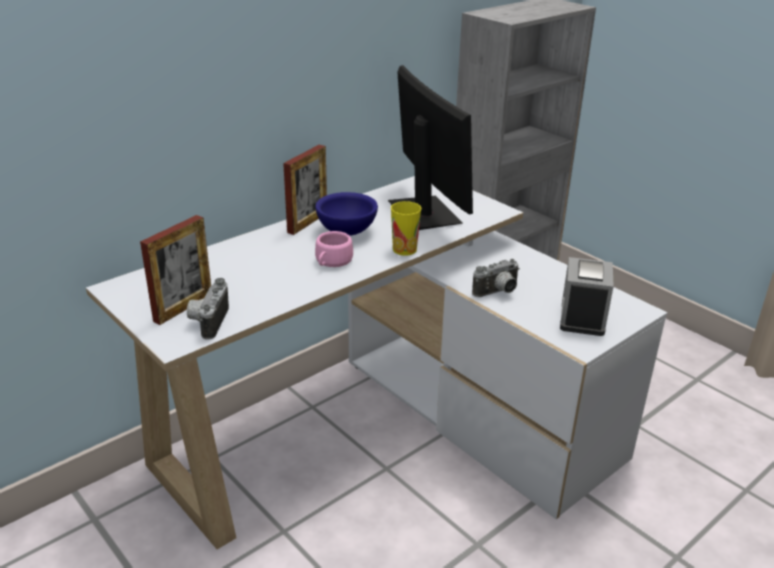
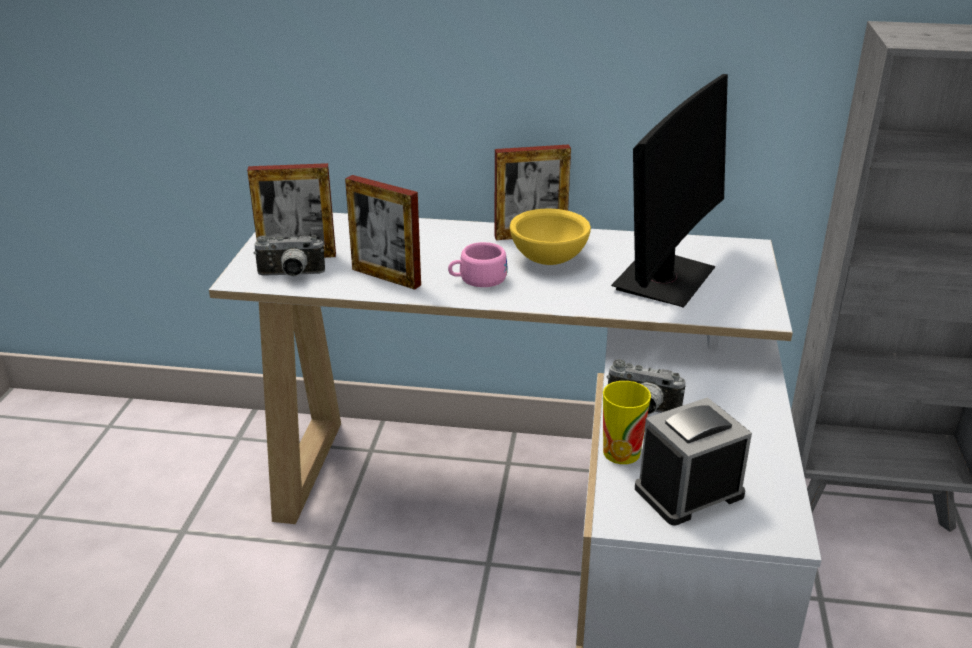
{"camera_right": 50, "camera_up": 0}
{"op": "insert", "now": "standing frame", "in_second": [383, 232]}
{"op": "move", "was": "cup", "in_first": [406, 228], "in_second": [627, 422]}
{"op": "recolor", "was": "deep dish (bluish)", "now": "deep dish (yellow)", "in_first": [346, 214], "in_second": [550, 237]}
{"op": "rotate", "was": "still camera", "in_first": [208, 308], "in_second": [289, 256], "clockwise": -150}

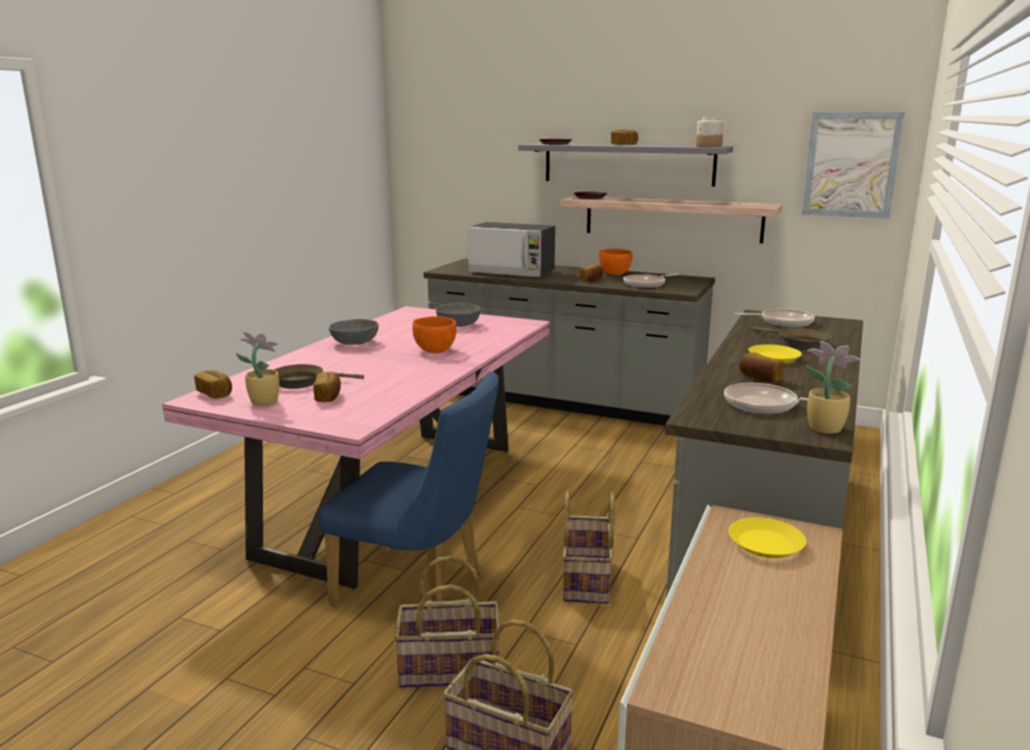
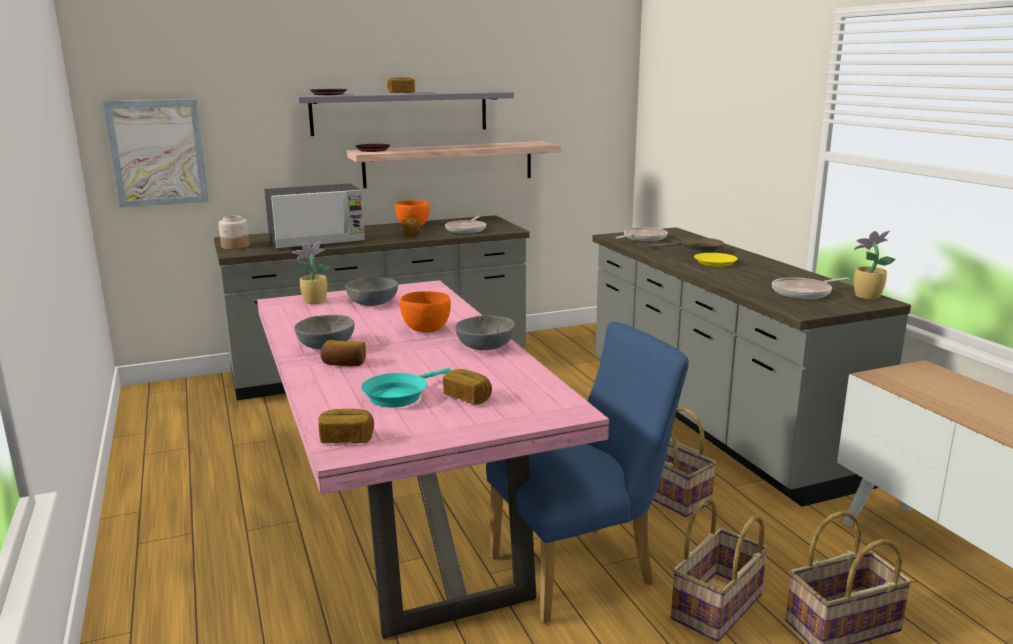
{"camera_right": -45, "camera_up": 0}
{"op": "delete", "was": "flat dish (yellow)", "in_first": [767, 538]}
{"op": "insert", "now": "deep dish (gray)", "in_second": [485, 332]}
{"op": "move", "was": "plant in a pot", "in_first": [257, 369], "in_second": [311, 273]}
{"op": "move", "was": "preserve jar", "in_first": [710, 132], "in_second": [234, 232]}
{"op": "move", "was": "bakery bread", "in_first": [762, 367], "in_second": [343, 353]}
{"op": "move", "was": "wall art", "in_first": [853, 165], "in_second": [156, 153]}
{"op": "recolor", "was": "skillet (brown)", "now": "skillet (turquoise)", "in_first": [319, 376], "in_second": [406, 387]}

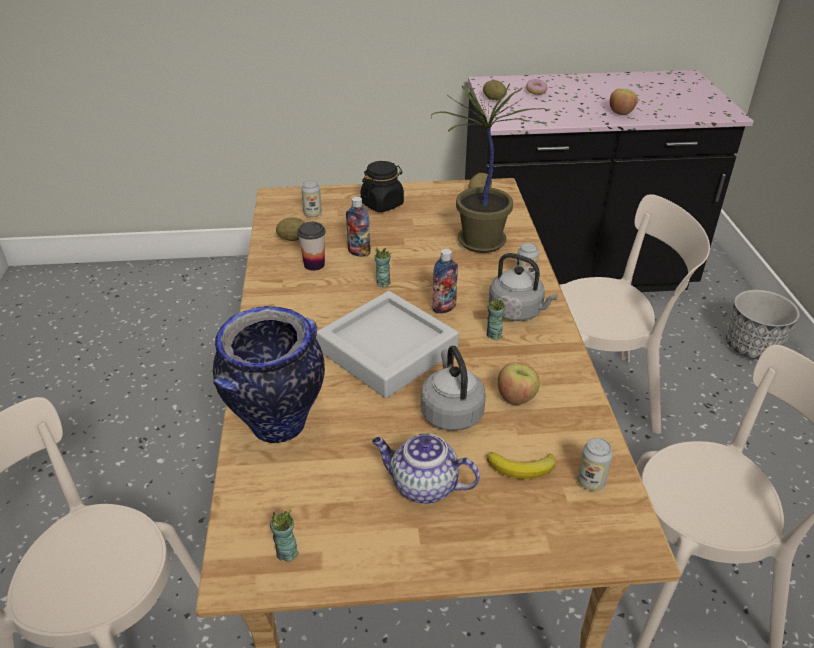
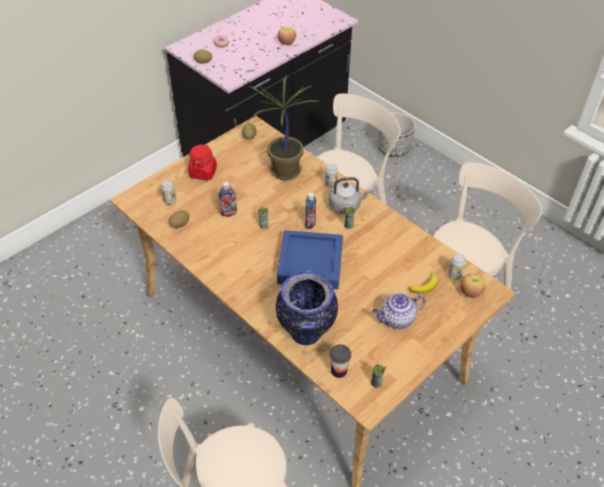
{"camera_right": -40, "camera_up": 10}
{"op": "delete", "was": "water kettle (gray)", "in_first": [453, 388]}
{"op": "move", "was": "cup", "in_first": [311, 246], "in_second": [340, 361]}
{"op": "move", "was": "whole apple", "in_first": [519, 383], "in_second": [473, 286]}
{"op": "recolor", "was": "serving tray (gray)", "now": "serving tray (bluish)", "in_first": [387, 344], "in_second": [310, 259]}
{"op": "recolor", "was": "preserve jar (black-coloured)", "now": "preserve jar (red)", "in_first": [382, 186], "in_second": [202, 162]}

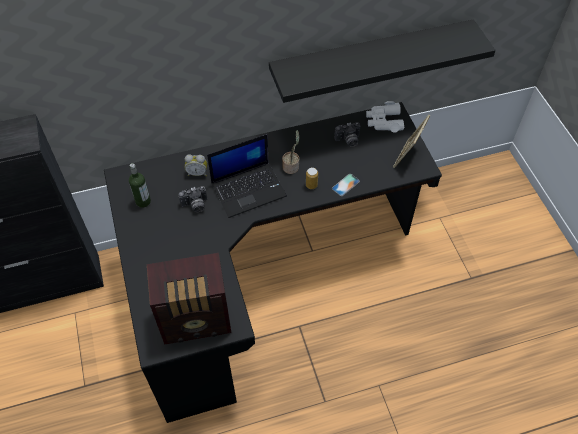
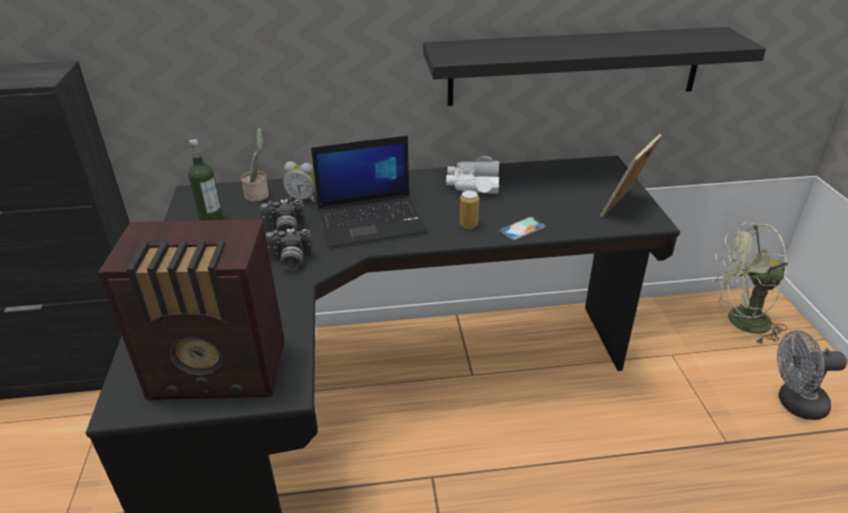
{"camera_right": 10, "camera_up": -20}
{"op": "insert", "now": "cooling fan (greenish)", "in_second": [750, 283]}
{"op": "insert", "now": "cooling fan (gray)", "in_second": [812, 375]}
{"op": "move", "was": "plant in a pot", "in_first": [290, 152], "in_second": [255, 165]}
{"op": "move", "was": "still camera", "in_first": [347, 134], "in_second": [289, 249]}
{"op": "move", "was": "field glasses (white)", "in_first": [385, 116], "in_second": [472, 175]}

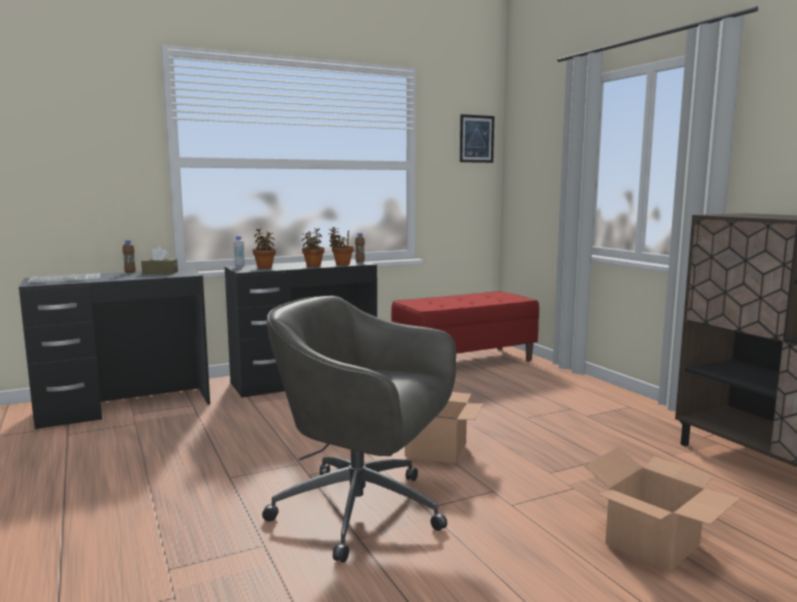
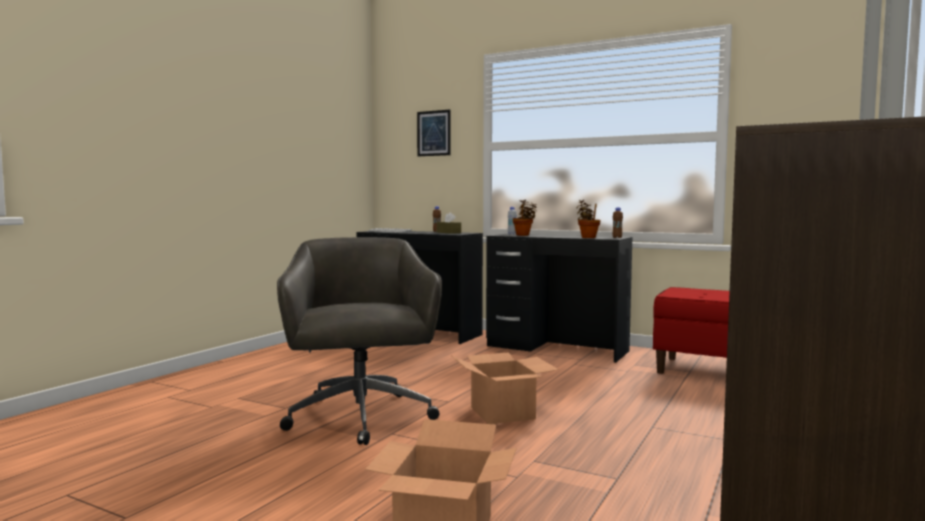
{"camera_right": 55, "camera_up": -5}
{"op": "delete", "was": "plant in a pot", "in_first": [312, 247]}
{"op": "move", "was": "wall art", "in_first": [477, 138], "in_second": [434, 133]}

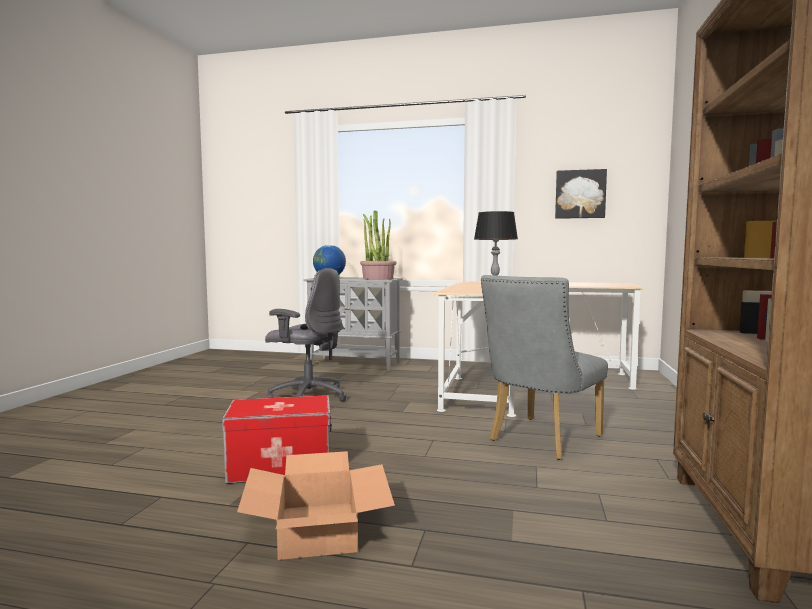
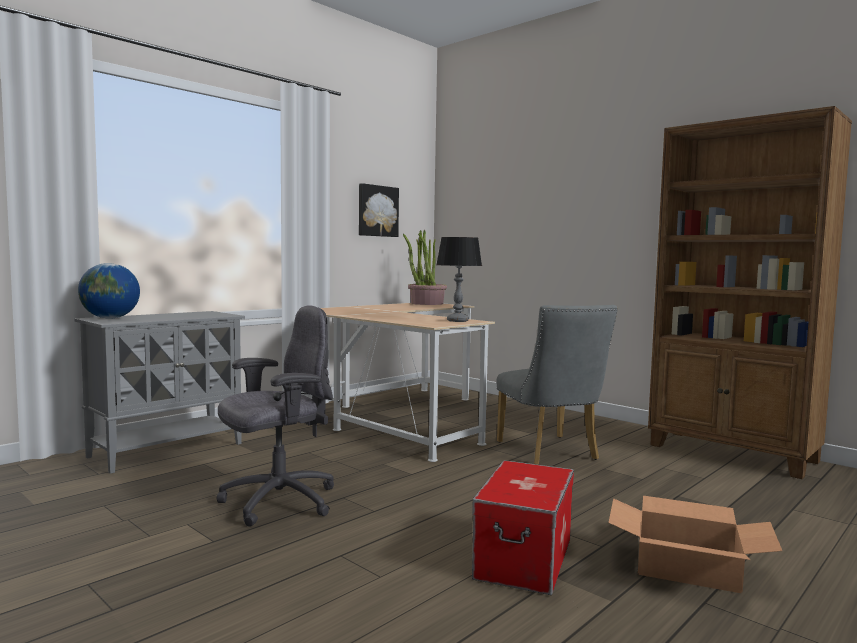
{"camera_right": -60, "camera_up": 0}
{"op": "move", "was": "plant in a pot", "in_first": [378, 245], "in_second": [425, 267]}

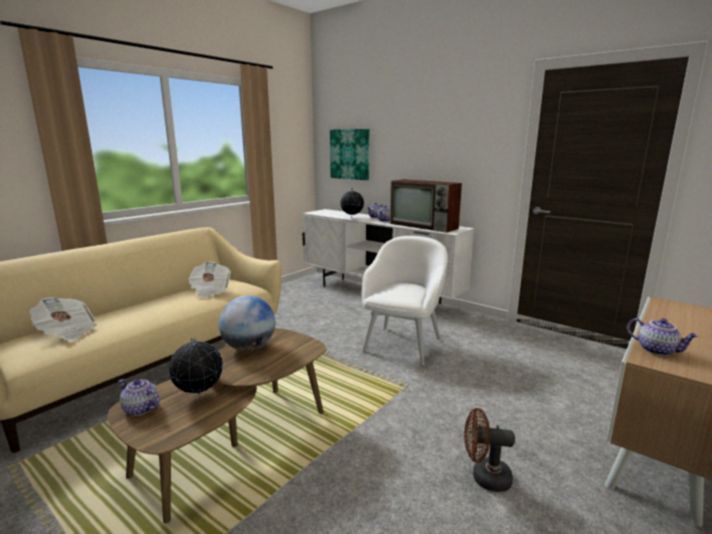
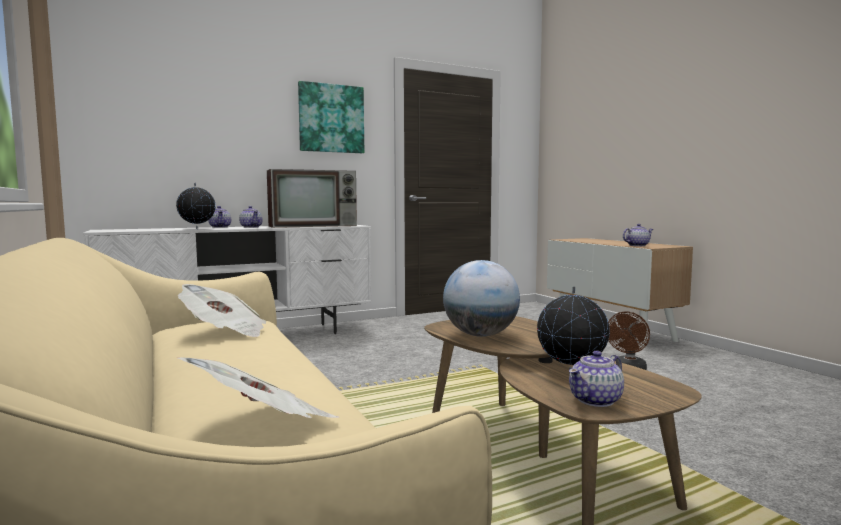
{"camera_right": -65, "camera_up": -10}
{"op": "delete", "was": "armchair (white)", "in_first": [405, 300]}
{"op": "move", "was": "wall art", "in_first": [349, 154], "in_second": [331, 117]}

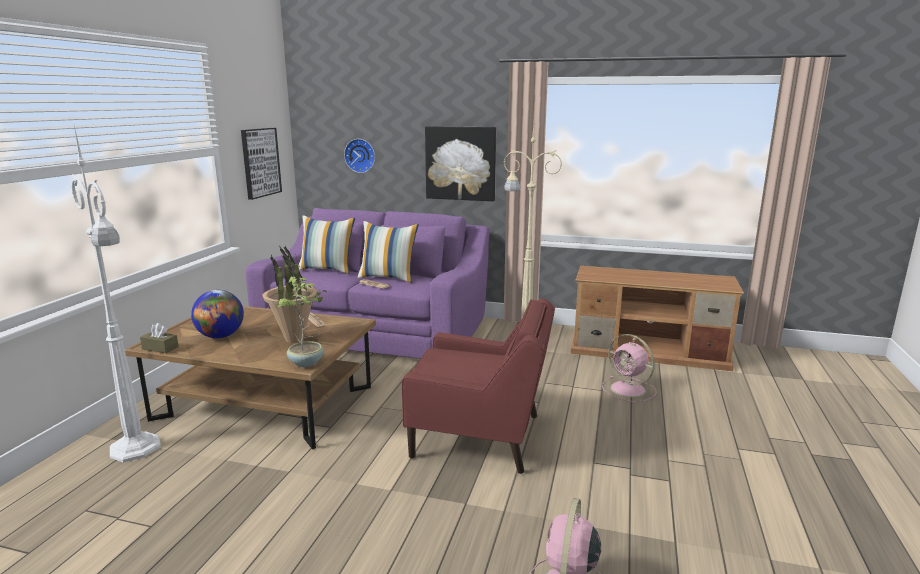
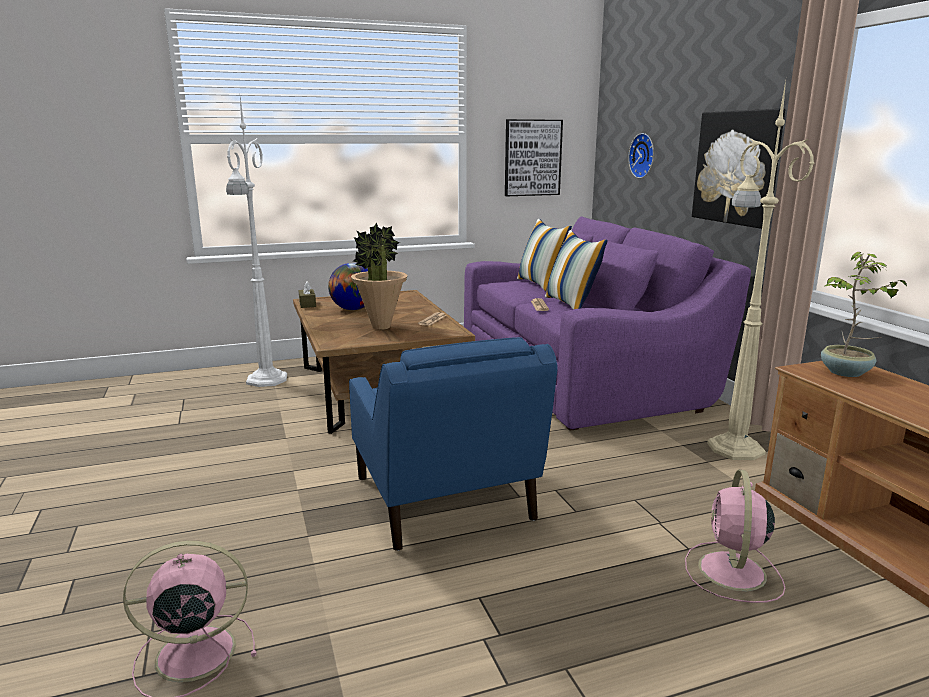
{"camera_right": 55, "camera_up": 0}
{"op": "move", "was": "plant in a pot", "in_first": [302, 322], "in_second": [864, 314]}
{"op": "recolor", "was": "armchair (red)", "now": "armchair (bluish)", "in_first": [478, 386], "in_second": [453, 444]}

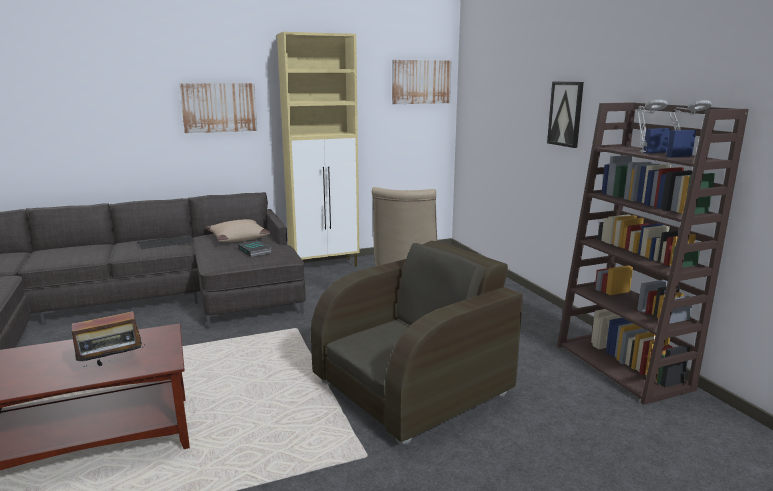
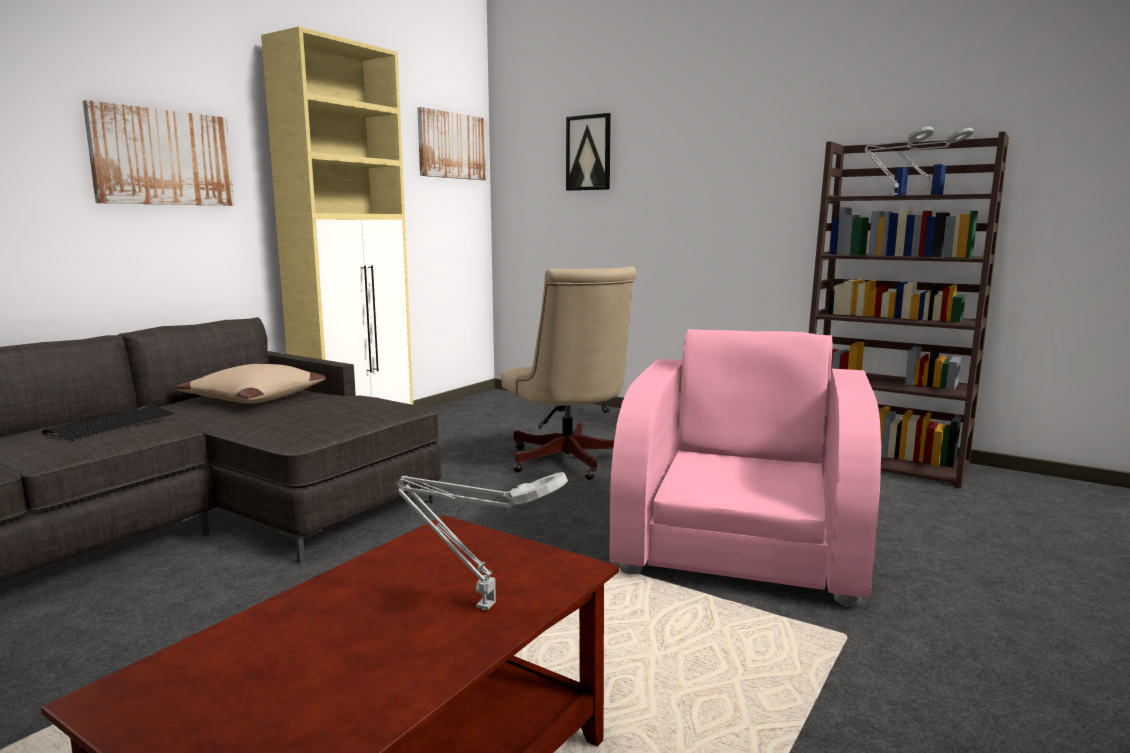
{"camera_right": -35, "camera_up": -5}
{"op": "delete", "was": "book", "in_first": [254, 249]}
{"op": "move", "was": "wall art", "in_first": [565, 115], "in_second": [588, 152]}
{"op": "replace", "was": "radio receiver", "now": "tabletop lamp (gray)", "in_first": [108, 340], "in_second": [482, 541]}
{"op": "recolor", "was": "armchair (brown)", "now": "armchair (pinkish)", "in_first": [417, 342], "in_second": [745, 468]}

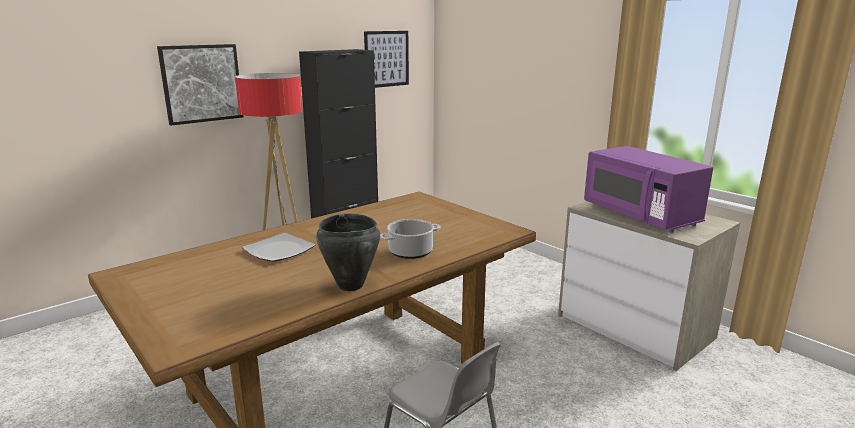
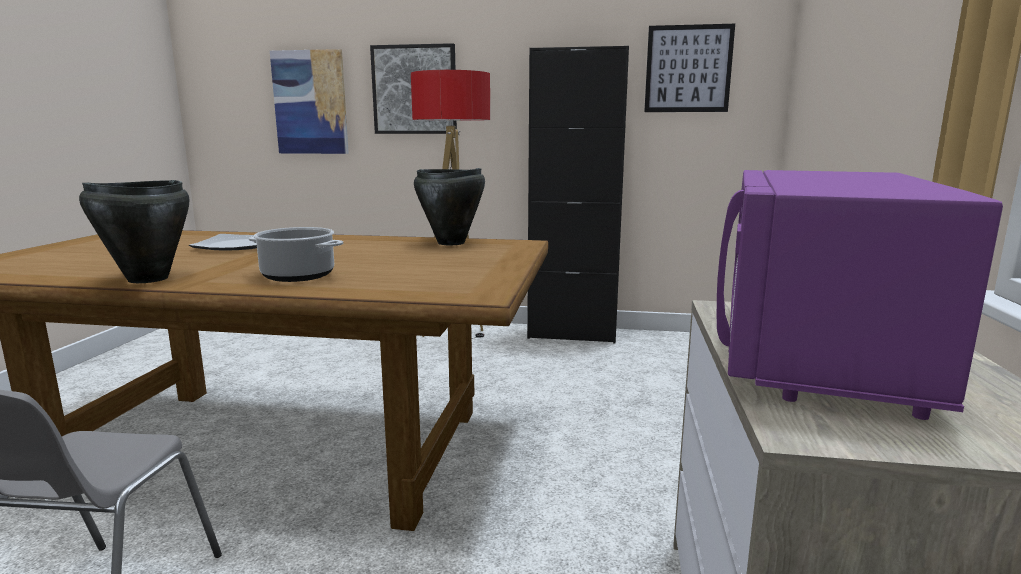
{"camera_right": 50, "camera_up": -5}
{"op": "insert", "now": "wall art", "in_second": [309, 101]}
{"op": "insert", "now": "cooking pot (black-coloured)", "in_second": [449, 206]}

